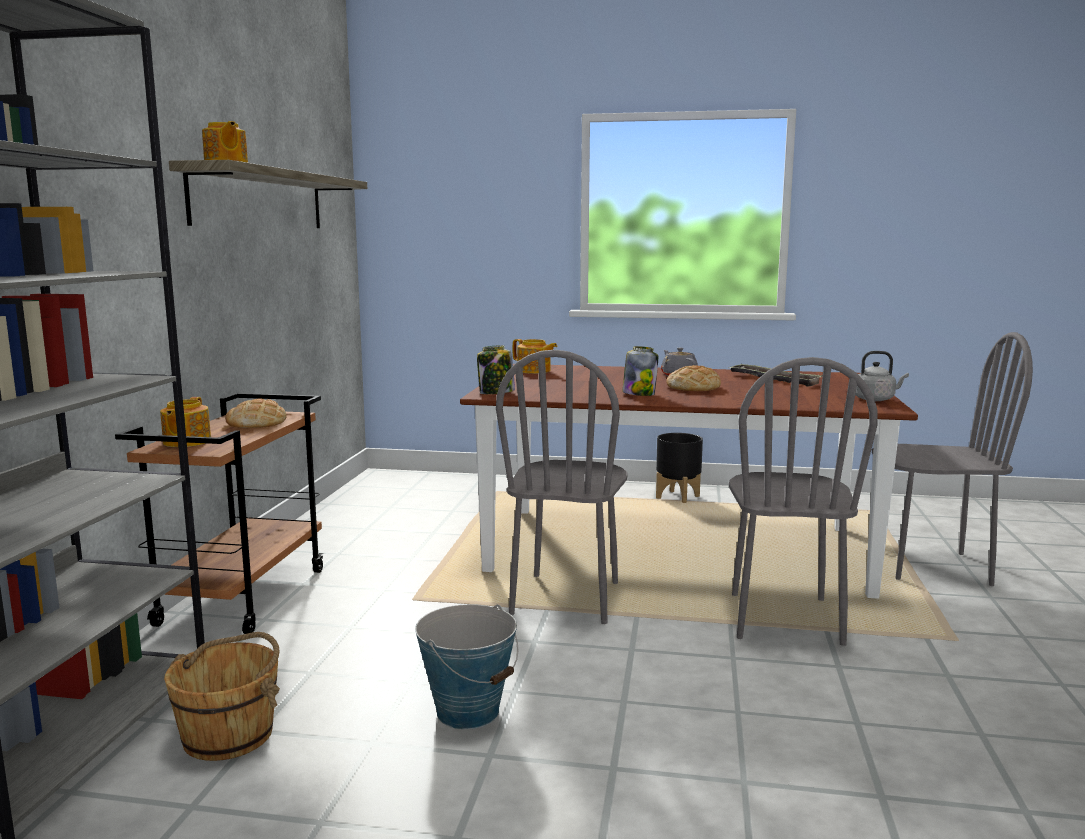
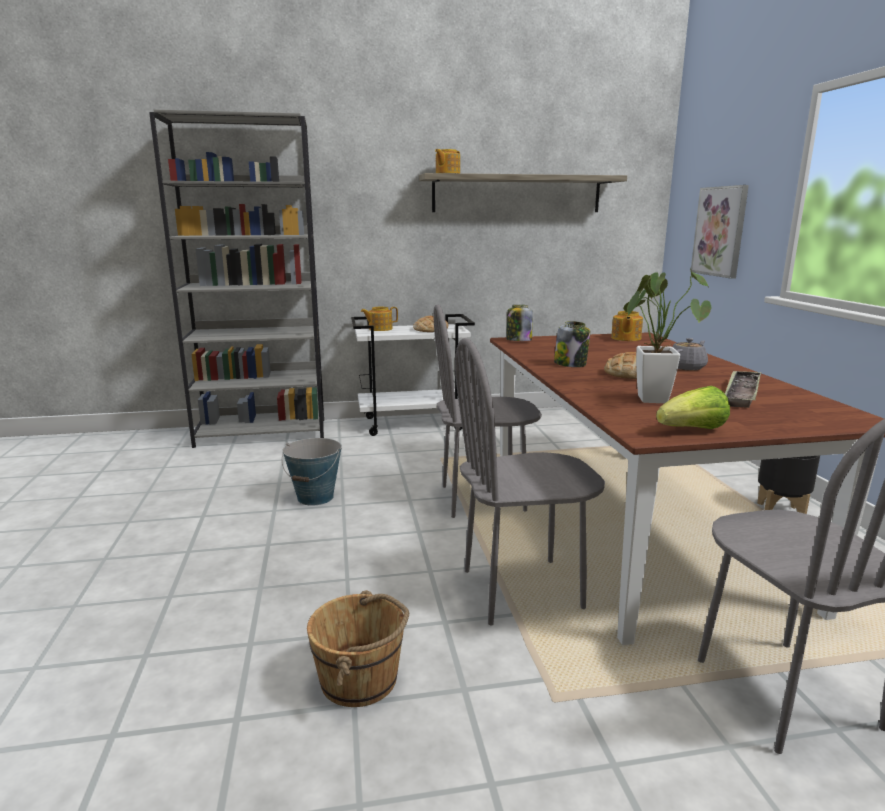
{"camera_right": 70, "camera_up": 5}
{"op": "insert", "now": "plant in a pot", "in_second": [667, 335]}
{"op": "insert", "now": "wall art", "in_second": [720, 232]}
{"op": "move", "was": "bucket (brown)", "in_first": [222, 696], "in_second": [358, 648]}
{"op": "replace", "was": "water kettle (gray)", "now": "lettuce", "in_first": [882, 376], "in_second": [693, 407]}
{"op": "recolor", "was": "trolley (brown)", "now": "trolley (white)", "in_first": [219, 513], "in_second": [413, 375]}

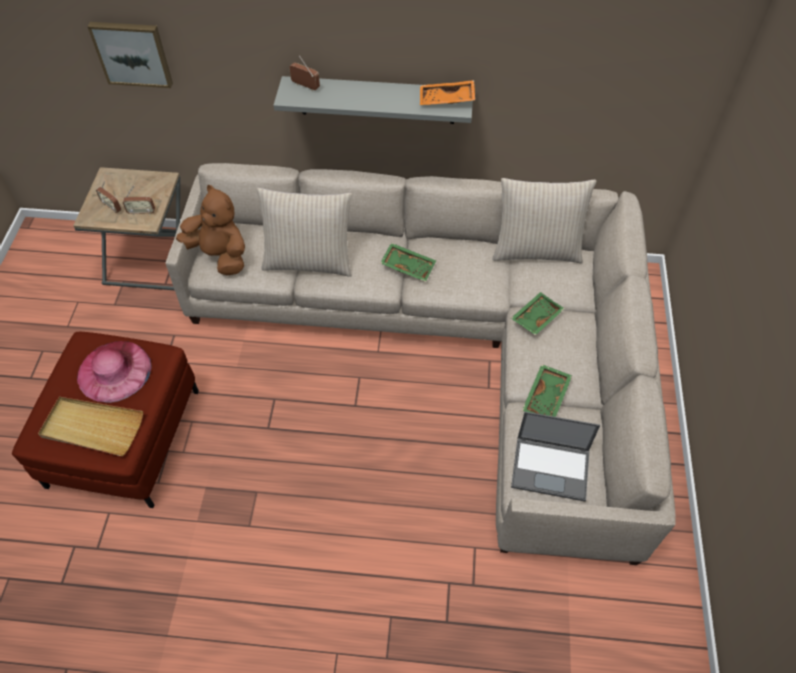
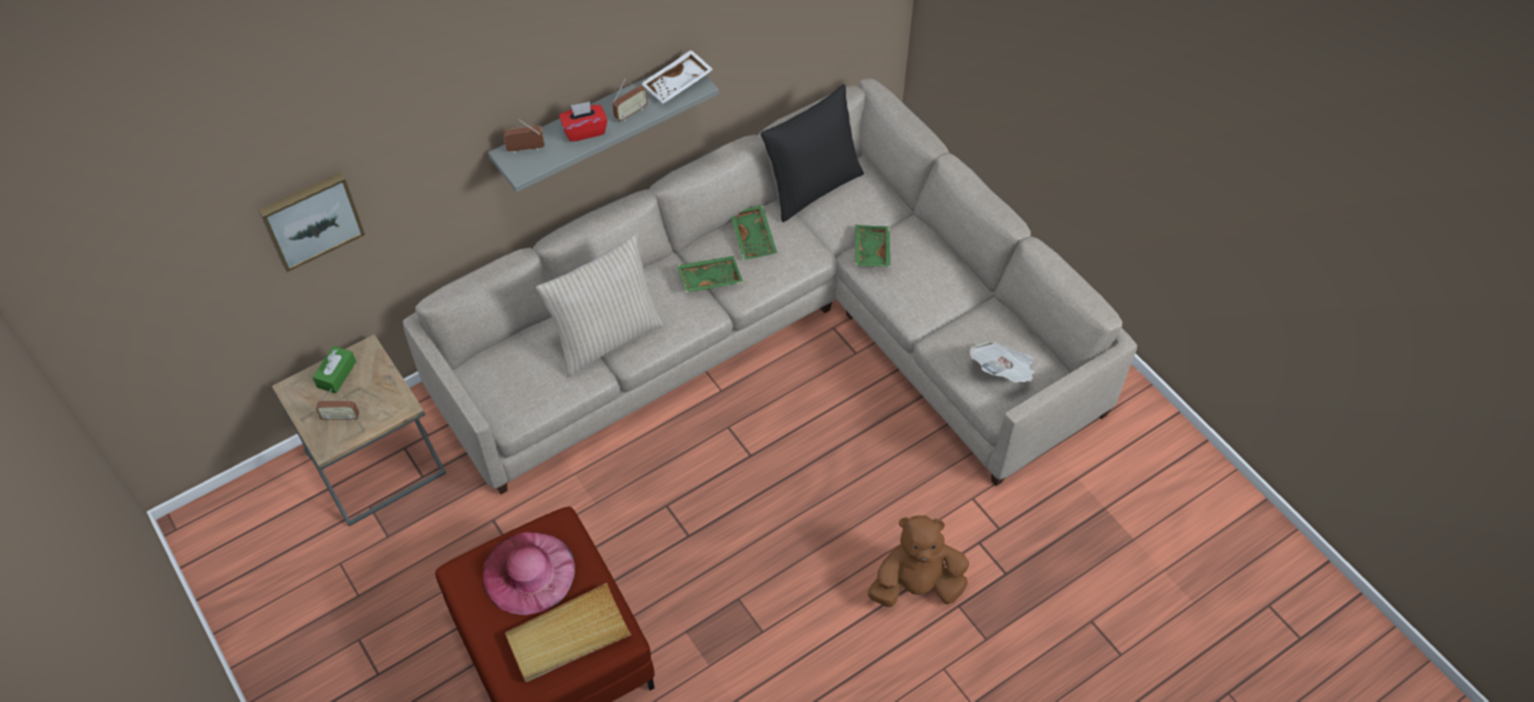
{"camera_right": -40, "camera_up": 0}
{"op": "insert", "now": "tissue holder (greenish)", "in_second": [334, 370]}
{"op": "insert", "now": "tissue holder (red)", "in_second": [583, 122]}
{"op": "move", "was": "radio receiver", "in_first": [139, 200], "in_second": [630, 99]}
{"op": "move", "was": "cuddly toy (brown)", "in_first": [210, 230], "in_second": [918, 561]}
{"op": "move", "was": "serving tray (greenish)", "in_first": [547, 390], "in_second": [754, 232]}
{"op": "replace", "was": "laptop", "now": "printed paper", "in_first": [555, 456], "in_second": [1002, 362]}
{"op": "recolor", "was": "serving tray (orangey)", "now": "serving tray (white)", "in_first": [447, 92], "in_second": [677, 76]}
{"op": "recolor", "was": "throw pillow (beige-coloured)", "now": "throw pillow (black-coloured)", "in_first": [544, 220], "in_second": [812, 153]}

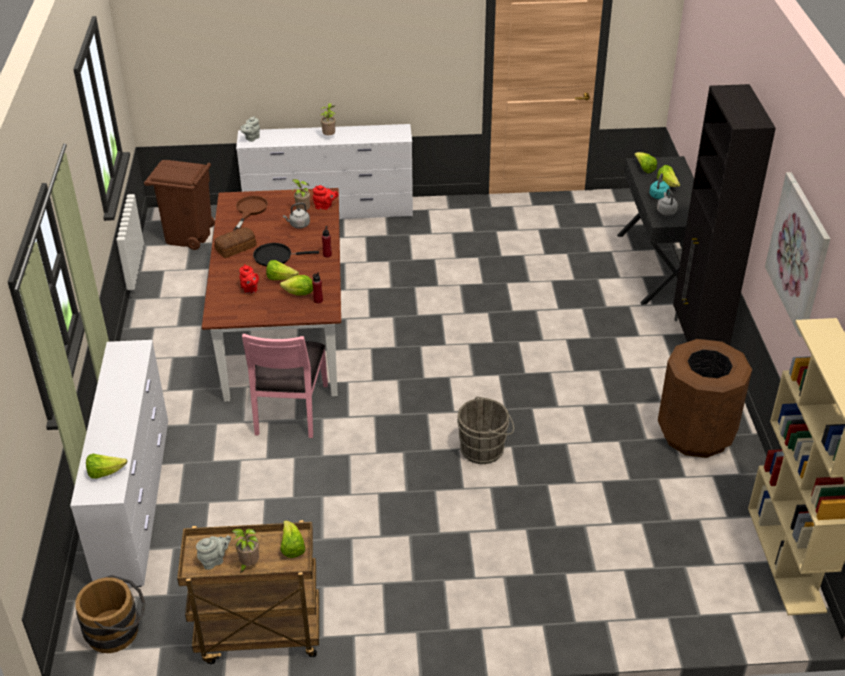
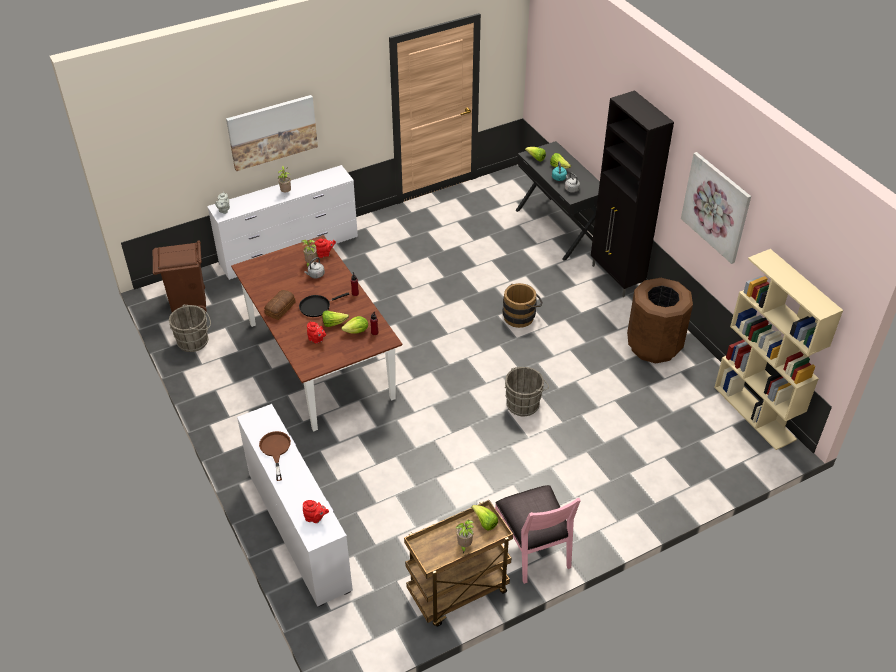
{"camera_right": -25, "camera_up": 5}
{"op": "delete", "was": "tea pot (gray)", "in_first": [213, 552]}
{"op": "insert", "now": "bucket (gray)", "in_second": [190, 328]}
{"op": "insert", "now": "wall art", "in_second": [272, 133]}
{"op": "move", "was": "bucket (brown)", "in_first": [110, 614], "in_second": [523, 305]}
{"op": "move", "was": "skillet (brown)", "in_first": [250, 213], "in_second": [275, 456]}
{"op": "move", "was": "plain chair (pinkish)", "in_first": [285, 386], "in_second": [538, 534]}
{"op": "replace", "was": "lettuce", "now": "tea pot (red)", "in_first": [106, 466], "in_second": [316, 511]}

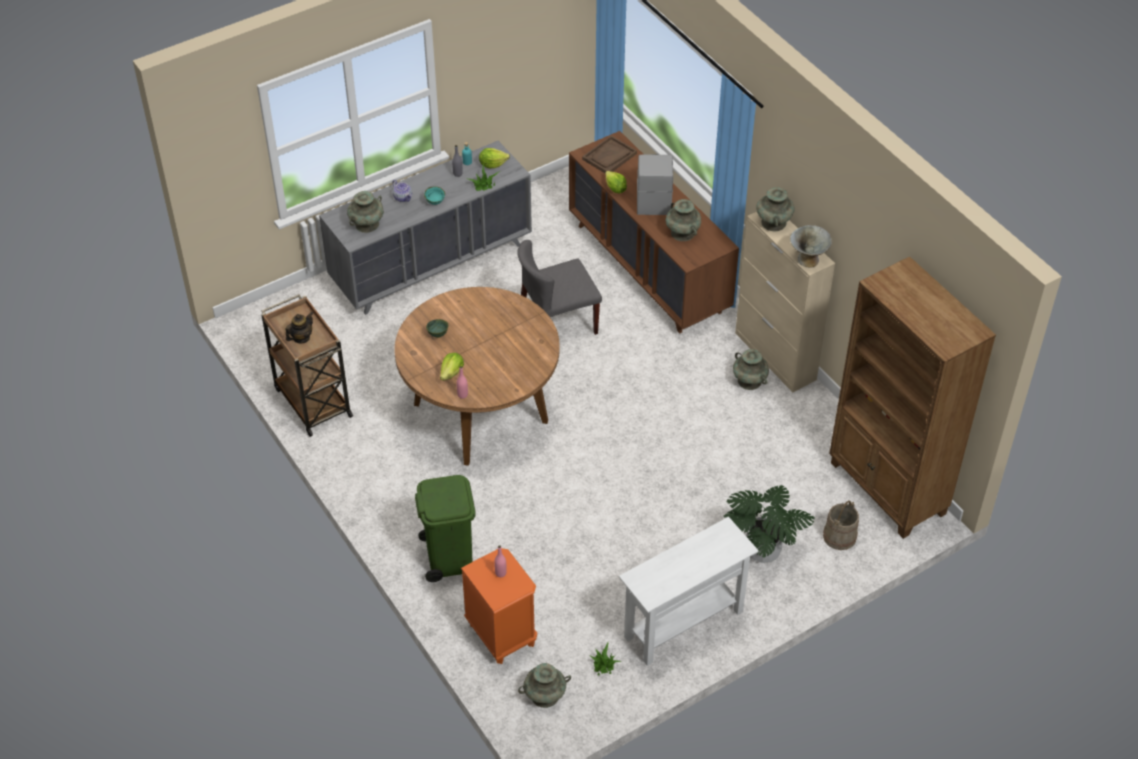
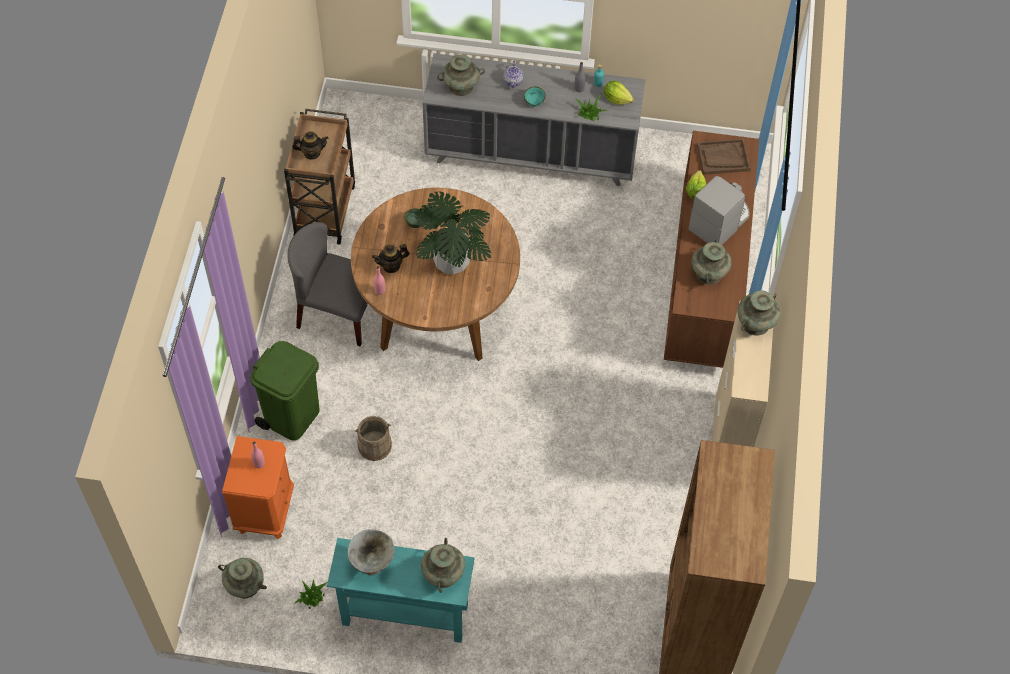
{"camera_right": 40, "camera_up": 10}
{"op": "move", "was": "plain chair (gray)", "in_first": [559, 287], "in_second": [327, 284]}
{"op": "move", "was": "plant in a pot", "in_first": [769, 524], "in_second": [453, 232]}
{"op": "move", "was": "vase (turquoise)", "in_first": [751, 369], "in_second": [443, 565]}
{"op": "move", "was": "deep dish (gray)", "in_first": [811, 246], "in_second": [371, 552]}
{"op": "move", "was": "bucket (beige-coloured)", "in_first": [841, 525], "in_second": [373, 438]}
{"op": "replace", "was": "lettuce", "now": "tea pot", "in_first": [452, 367], "in_second": [391, 258]}
{"op": "recolor", "was": "hall table (white)", "now": "hall table (turquoise)", "in_first": [689, 591], "in_second": [401, 590]}

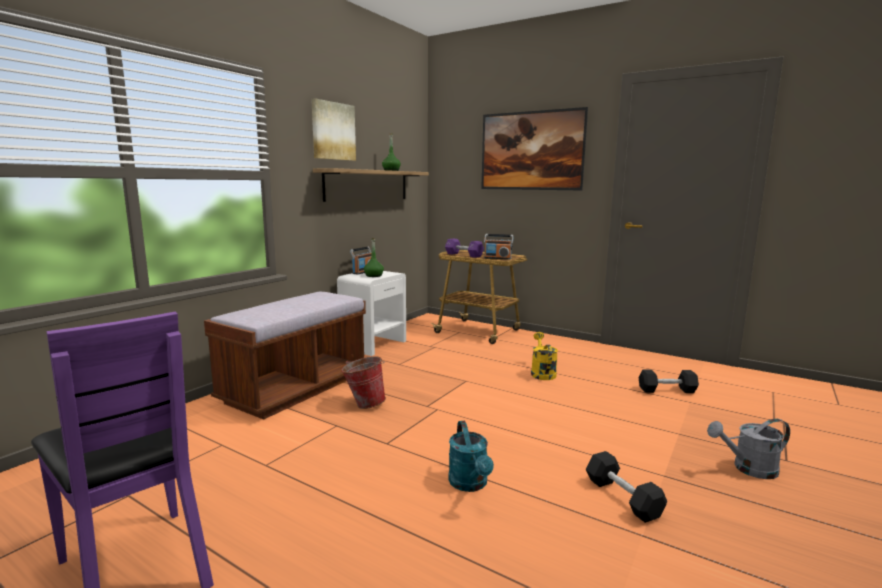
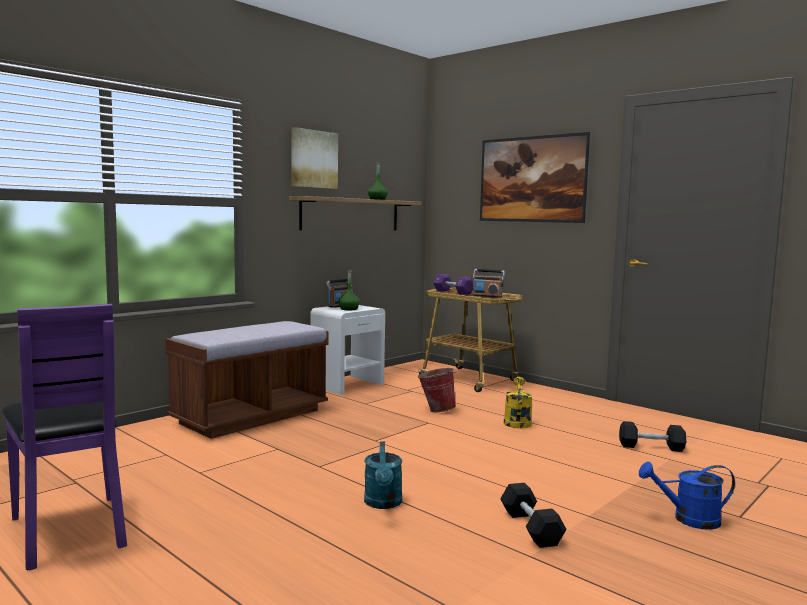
{"camera_right": 10, "camera_up": -5}
{"op": "move", "was": "bucket", "in_first": [363, 382], "in_second": [437, 390]}
{"op": "recolor", "was": "watering pot (gray)", "now": "watering pot (bluish)", "in_first": [748, 449], "in_second": [687, 496]}

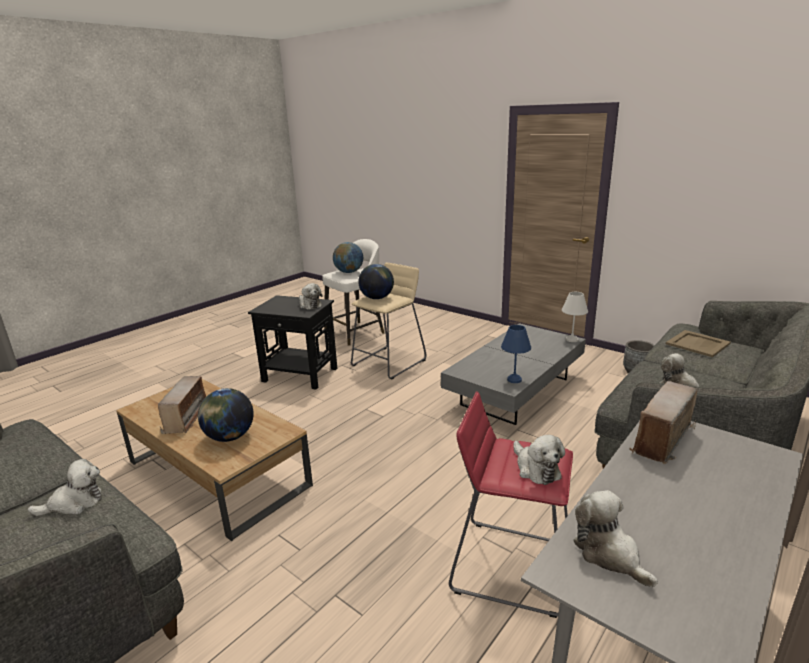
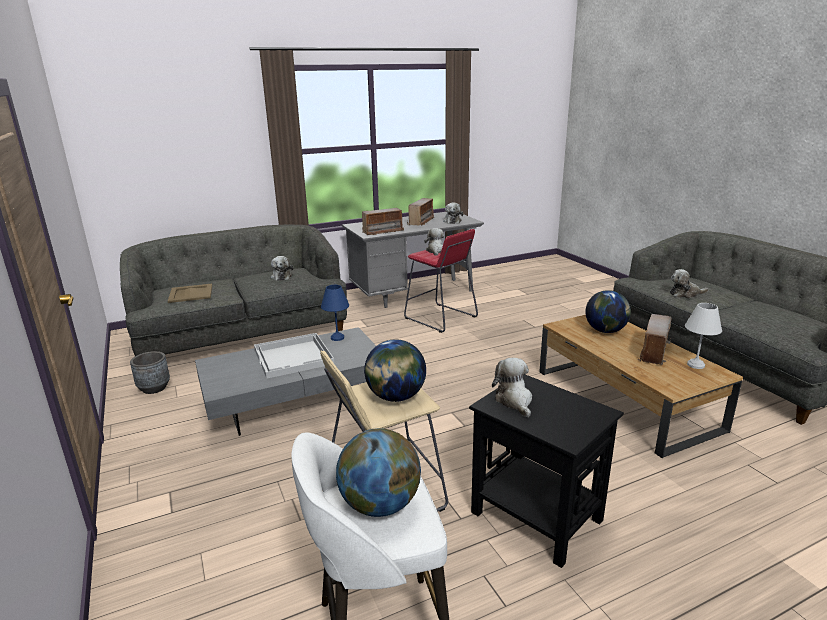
{"camera_right": -155, "camera_up": 0}
{"op": "insert", "now": "serving tray (white)", "in_second": [294, 355]}
{"op": "insert", "now": "radio receiver", "in_second": [421, 212]}
{"op": "move", "was": "tabletop lamp (white)", "in_first": [575, 317], "in_second": [703, 336]}

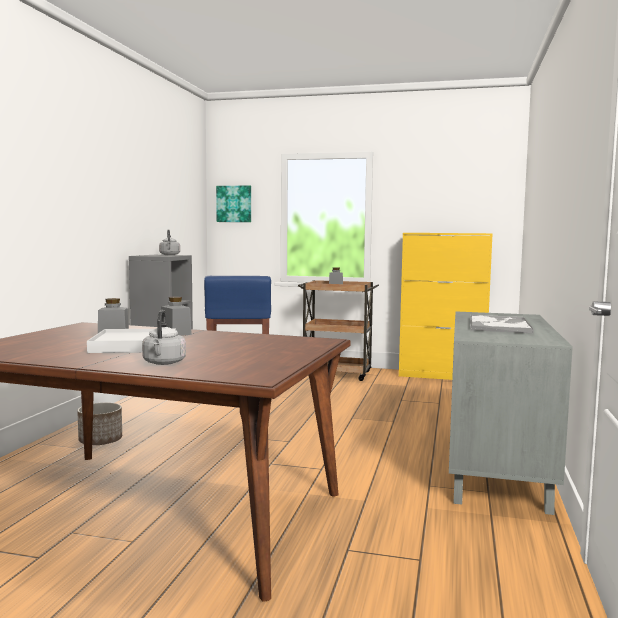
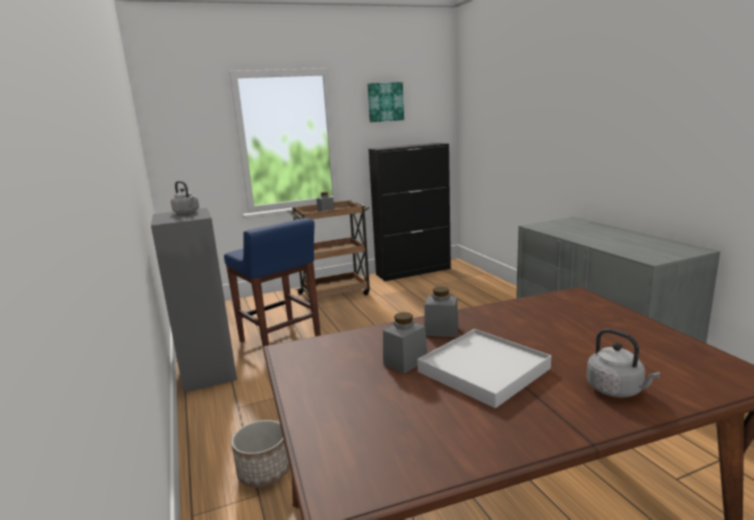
{"camera_right": -35, "camera_up": 10}
{"op": "delete", "was": "serving tray", "in_first": [502, 324]}
{"op": "move", "was": "wall art", "in_first": [233, 204], "in_second": [386, 102]}
{"op": "recolor", "was": "cupboard (yellow)", "now": "cupboard (black-coloured)", "in_first": [446, 306], "in_second": [409, 212]}

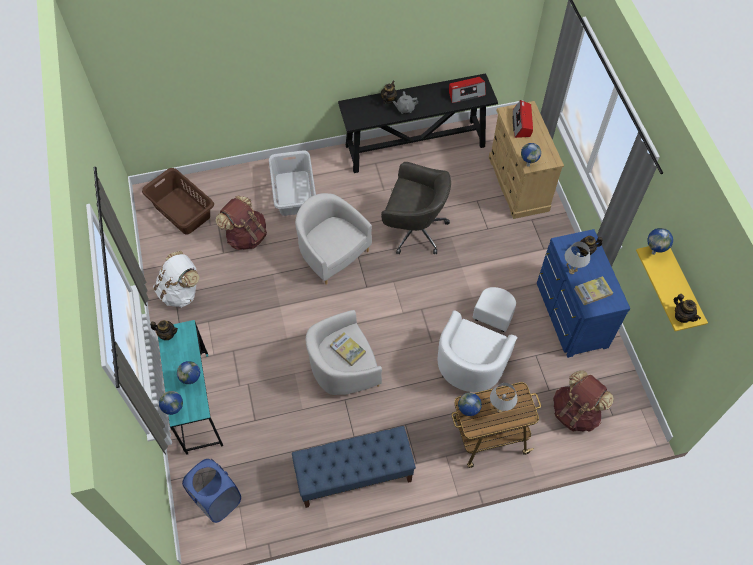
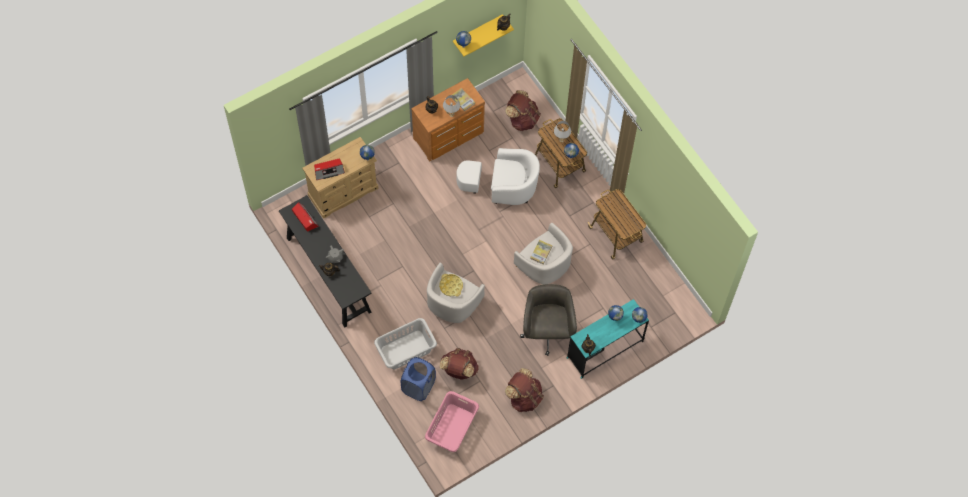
{"camera_right": -110, "camera_up": 5}
{"op": "insert", "now": "serving tray (yellow)", "in_second": [451, 285]}
{"op": "move", "was": "washing basket (bluish)", "in_first": [211, 491], "in_second": [418, 379]}
{"op": "move", "was": "desk chair (gray)", "in_first": [416, 208], "in_second": [548, 320]}
{"op": "replace", "was": "long seat (bluish)", "now": "trolley", "in_first": [354, 467], "in_second": [617, 224]}
{"op": "recolor", "was": "washing basket (brown)", "now": "washing basket (pinkish)", "in_first": [178, 201], "in_second": [452, 421]}
{"op": "recolor", "was": "knapsack (white)", "now": "knapsack (brown)", "in_first": [176, 279], "in_second": [524, 390]}
{"op": "recolor", "was": "chest of drawers (bluish)", "now": "chest of drawers (brown)", "in_first": [584, 293], "in_second": [448, 119]}

